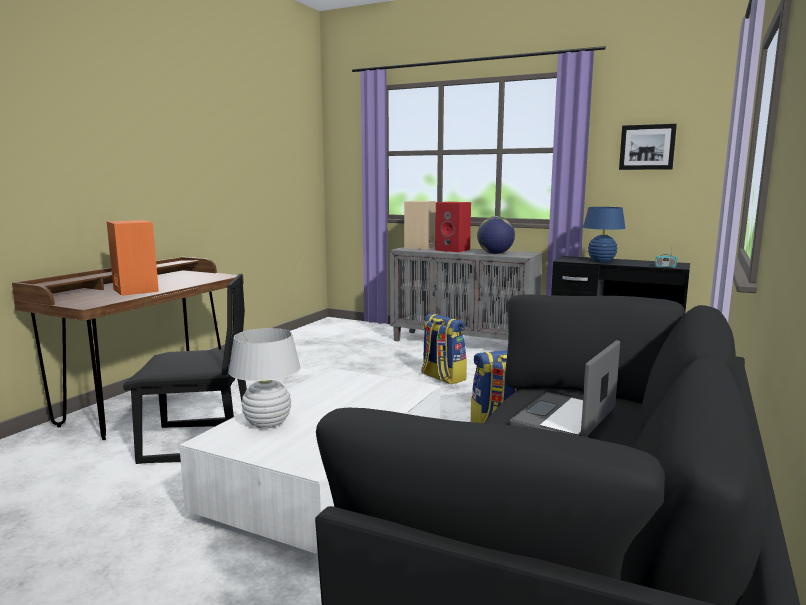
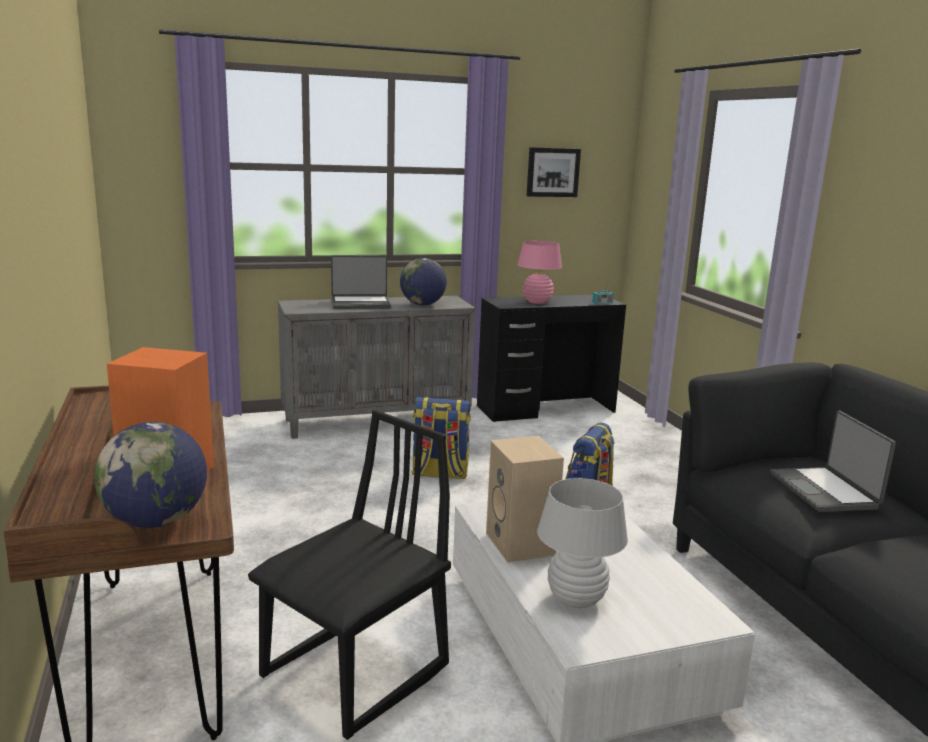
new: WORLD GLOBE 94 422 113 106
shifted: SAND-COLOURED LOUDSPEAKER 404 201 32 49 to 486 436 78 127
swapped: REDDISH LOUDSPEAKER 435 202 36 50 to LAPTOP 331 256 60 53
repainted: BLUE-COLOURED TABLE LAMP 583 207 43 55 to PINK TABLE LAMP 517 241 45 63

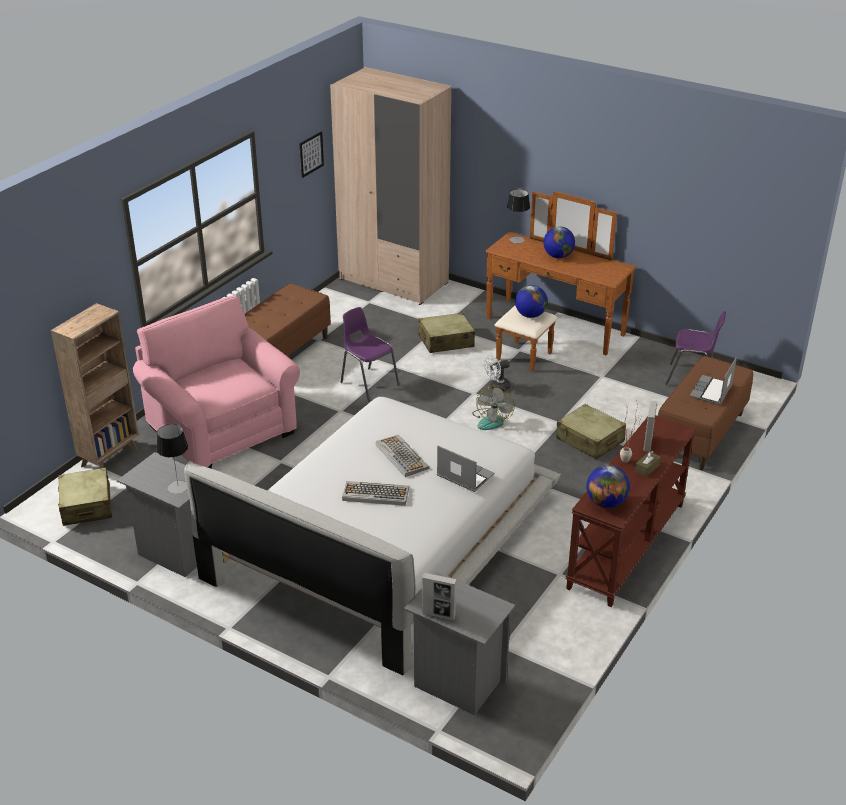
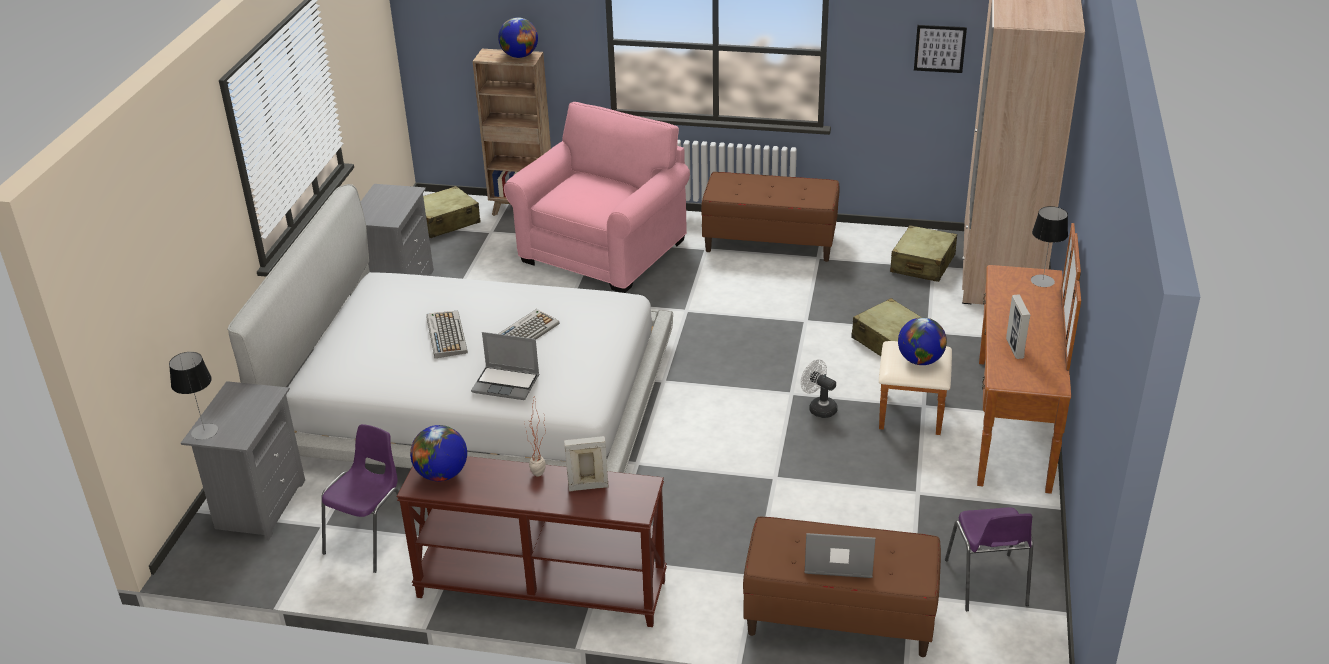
gone: ELECTRIC FAN 472 386 43 44; BROWN TISSUE HOLDER 635 451 26 26
shifted: WORLD GLOBE 543 226 32 32 to 498 17 40 41; PURPLE-COLOURED UPRIGHT CHAIR 341 307 59 94 to 321 424 79 149; SAND-COLOURED TRAVEL CASE 556 404 70 56 to 890 225 67 57; TABLE LAMP 157 424 31 70 to 169 352 49 88; PICTURE FRAME 422 573 35 48 to 1006 295 24 64
rotated: LAPTOP 437 446 57 46 = 471 332 68 68 90 degrees clockwise

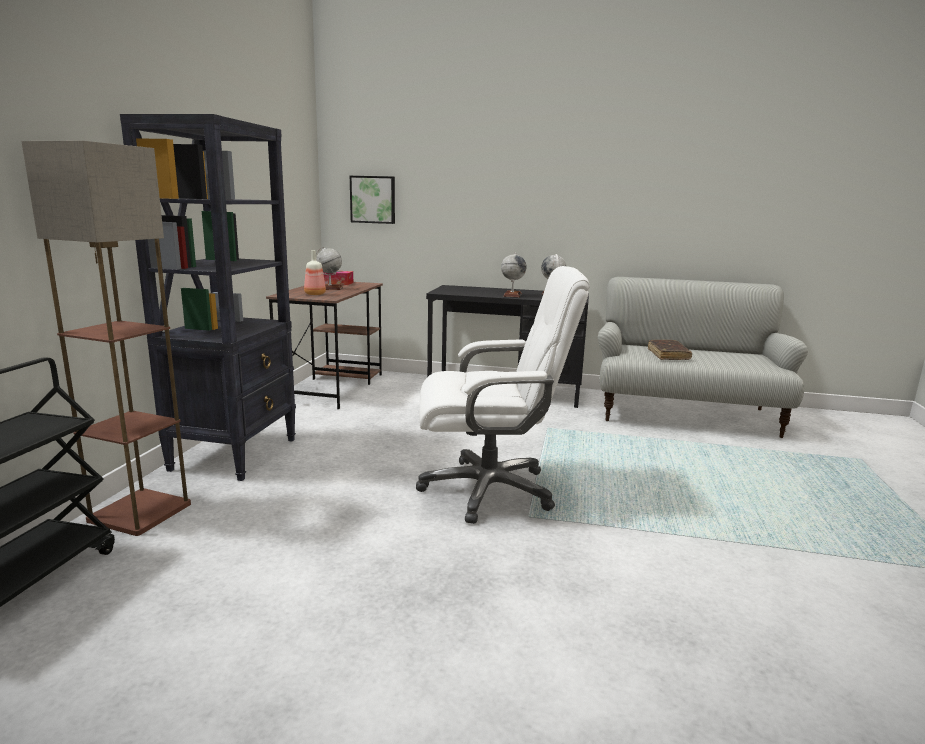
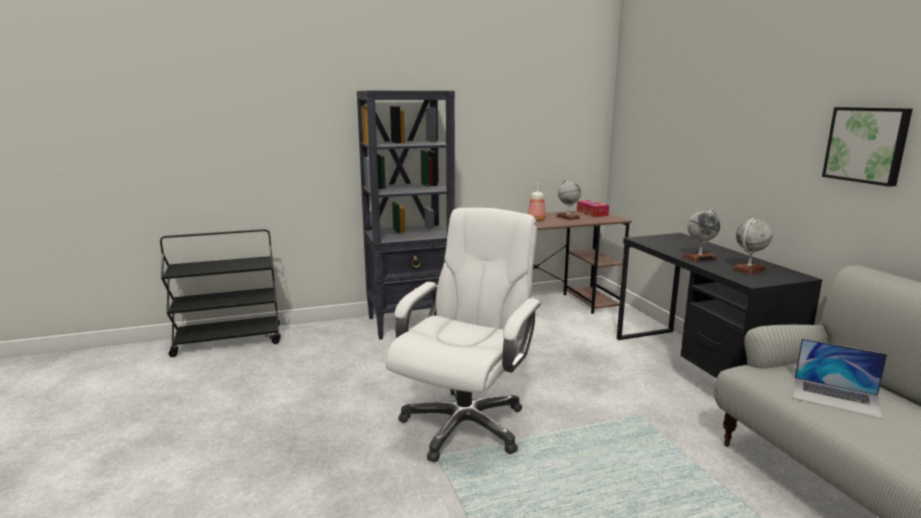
gone: STANDARD LAMP 21 141 170 395
shifted: PICTURE 350 176 45 48 to 822 107 91 80
swapped: BROWN VOLUME 648 340 44 20 to LAPTOP 793 339 94 80
rotated: WHITE DESK CHAIR 416 266 174 258 = 386 208 156 254 120 degrees counterclockwise

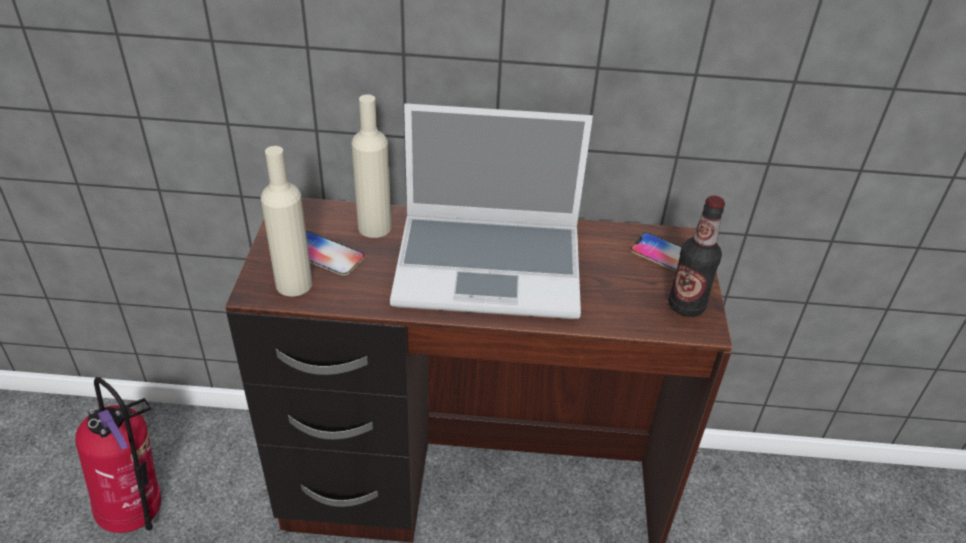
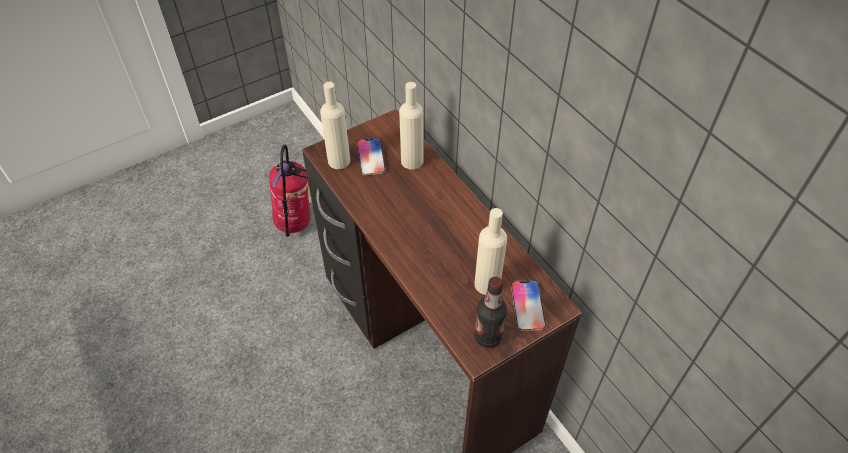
gone: LAPTOP 390 103 203 216
new: SAND-COLOURED BOTTLE 475 208 32 87

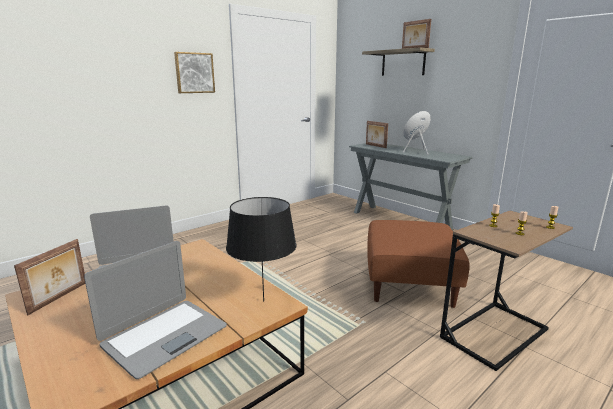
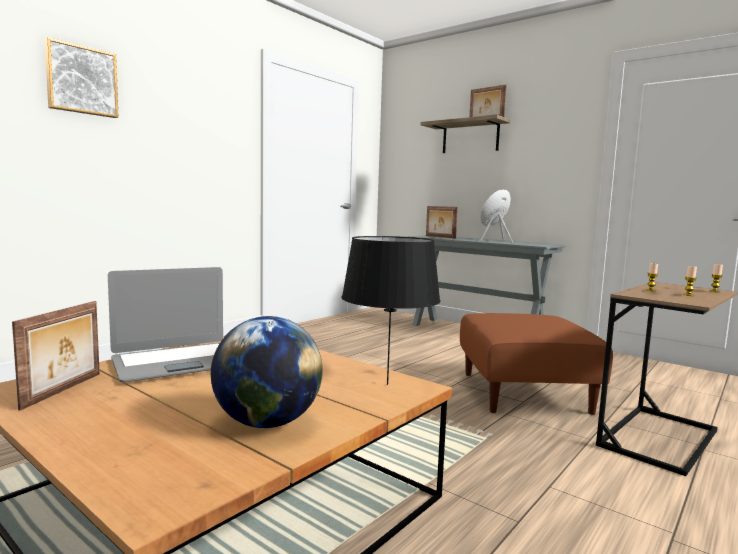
shifted: PICTURE 174 52 41 41 to 45 37 73 81
swapped: LAPTOP 84 241 143 138 to WORLD GLOBE 211 316 112 112

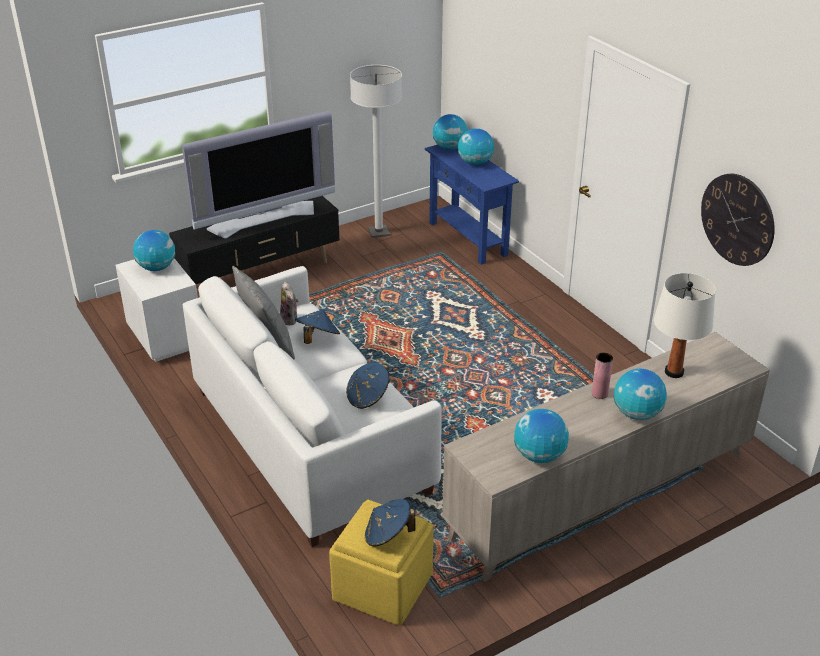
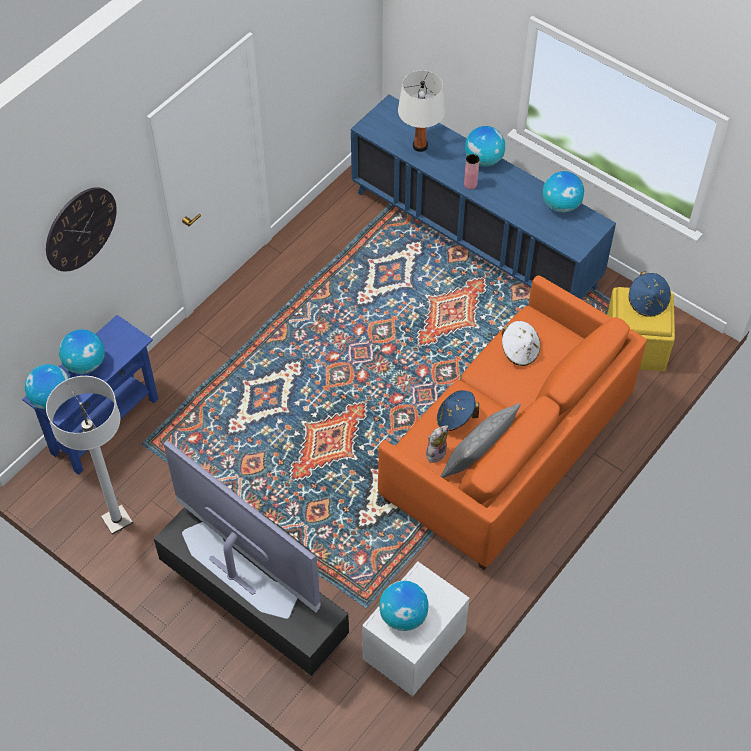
shifted: CLOCK ON THE WALL 701 174 74 92 to 46 187 71 85
repainted: WHITE SOFA 183 266 259 281 to ORANGEY SOFA 378 275 269 295; SAND-COLOURED STORAGE CABINET 442 332 327 250 to BLUE-COLOURED STORAGE CABINET 351 95 265 204; BLUE-COLOURED WEARABLE HAT 346 362 44 47 to WHITE WEARABLE HAT 502 321 38 45

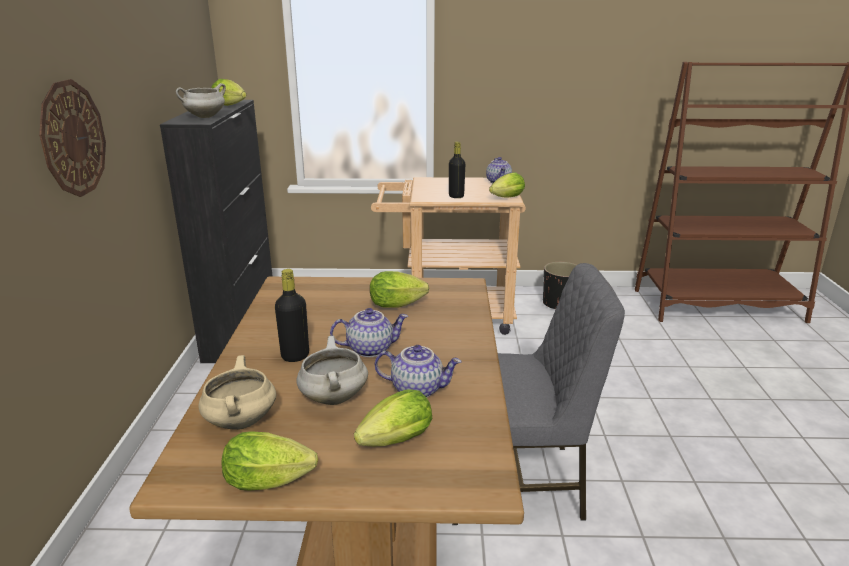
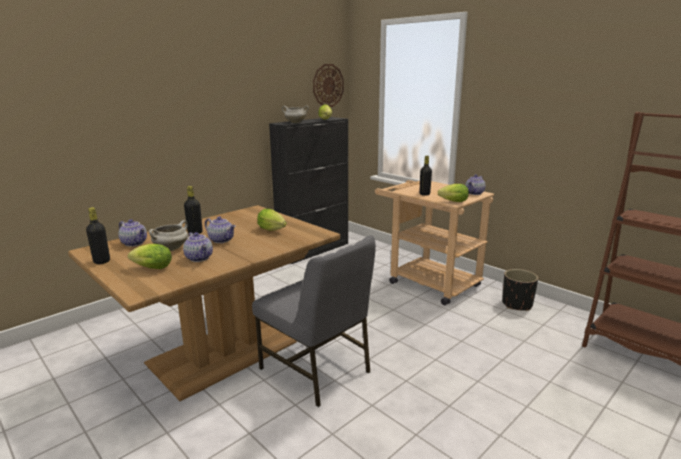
shifted: CLOCK ON THE WALL 39 79 67 118 to 313 64 31 43
swapped: SAND-COLOURED STOCKPOT 199 355 77 75 to TEA POT 118 219 29 28; LETTUCE HEAD 221 431 97 59 to BLACK BOTTLE 86 207 24 57

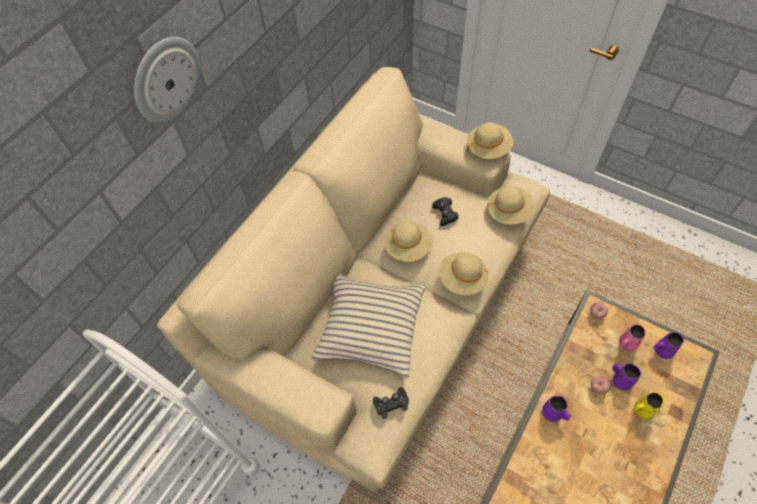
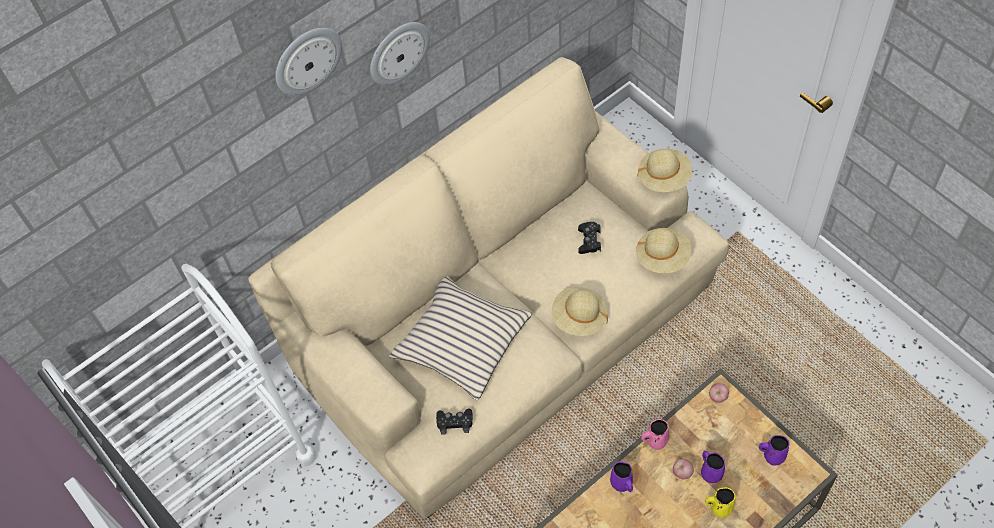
gone: SAND-COLOURED WEARABLE HAT 385 222 48 40
new: CLOCK ON THE WALL 370 22 60 63
shifted: PINK MUG 619 324 27 27 to 641 419 28 31

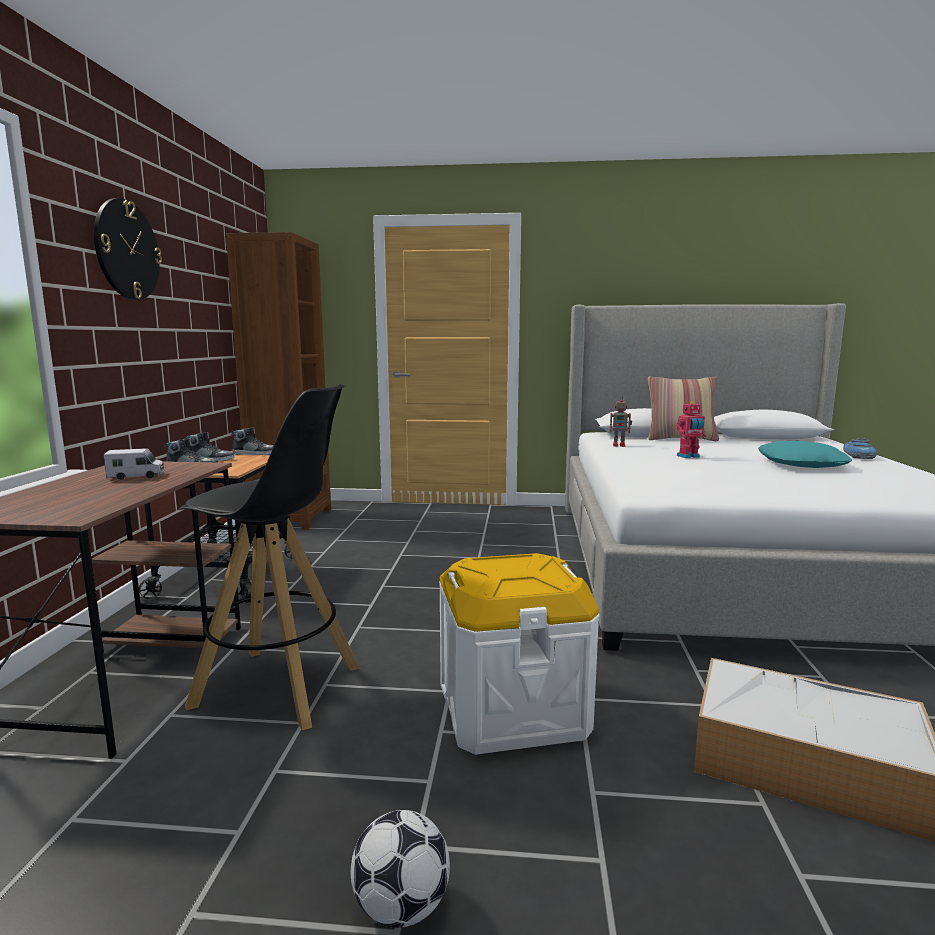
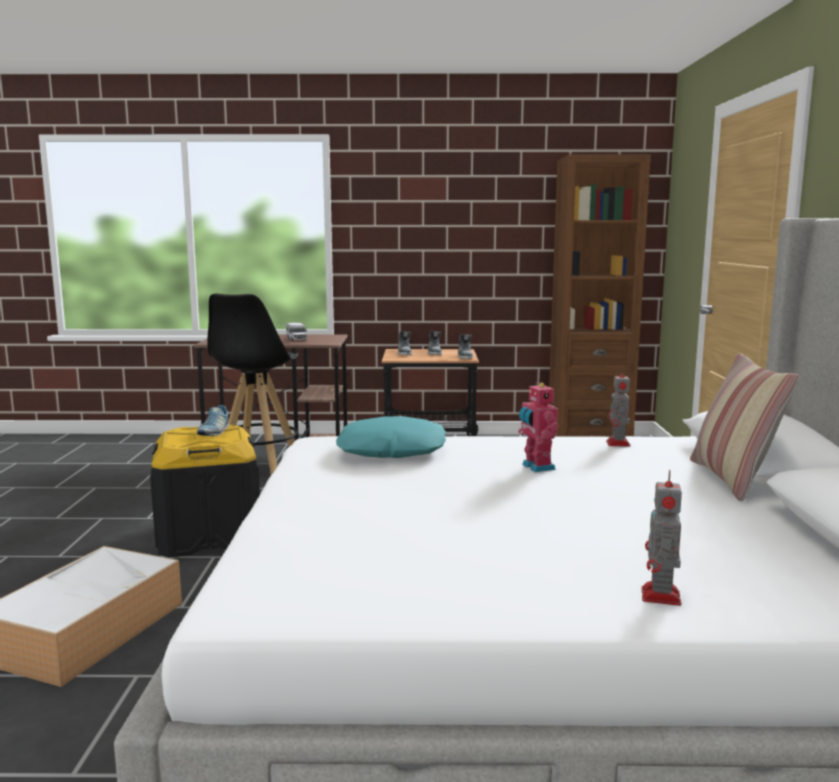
gone: CLOCK ON THE WALL 94 198 68 102; FOOTBALL BALL 351 810 99 118
new: LOW SHOE 197 405 32 31
shifted: TURQUOISE CUSHION 758 441 94 27 to 336 416 110 42
swapped: MODEL CAR 843 438 34 21 to ROBOT FIGURE 641 470 41 136
repainted: WHITE STORAGE BOX 439 553 161 202 to BLACK STORAGE BOX 150 425 110 132

